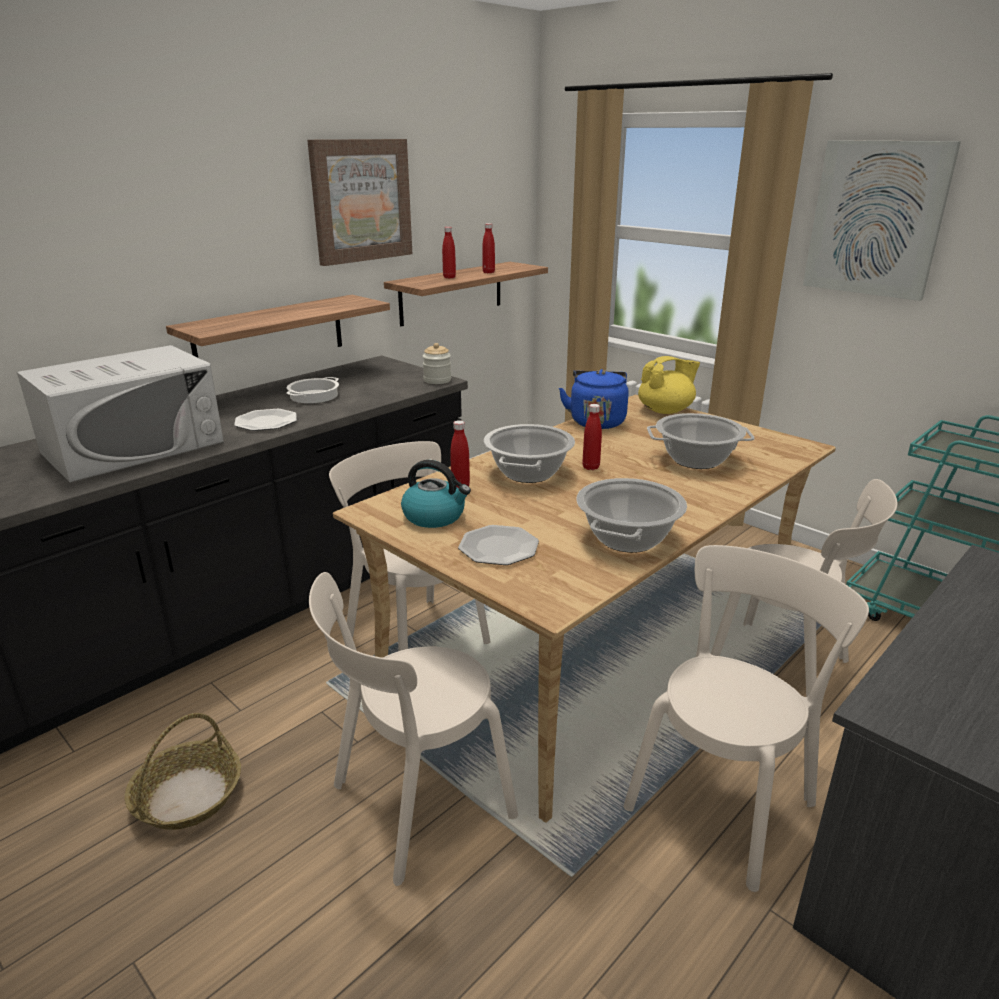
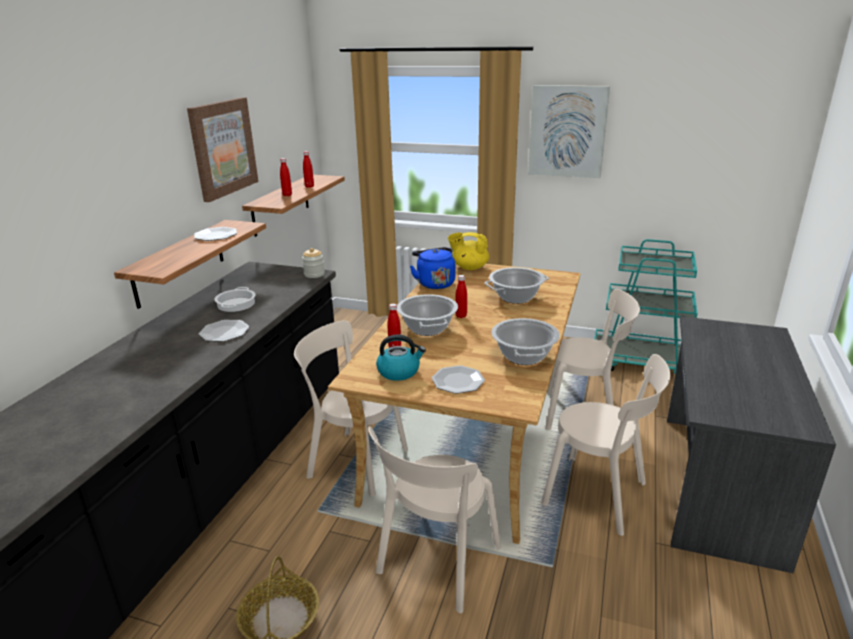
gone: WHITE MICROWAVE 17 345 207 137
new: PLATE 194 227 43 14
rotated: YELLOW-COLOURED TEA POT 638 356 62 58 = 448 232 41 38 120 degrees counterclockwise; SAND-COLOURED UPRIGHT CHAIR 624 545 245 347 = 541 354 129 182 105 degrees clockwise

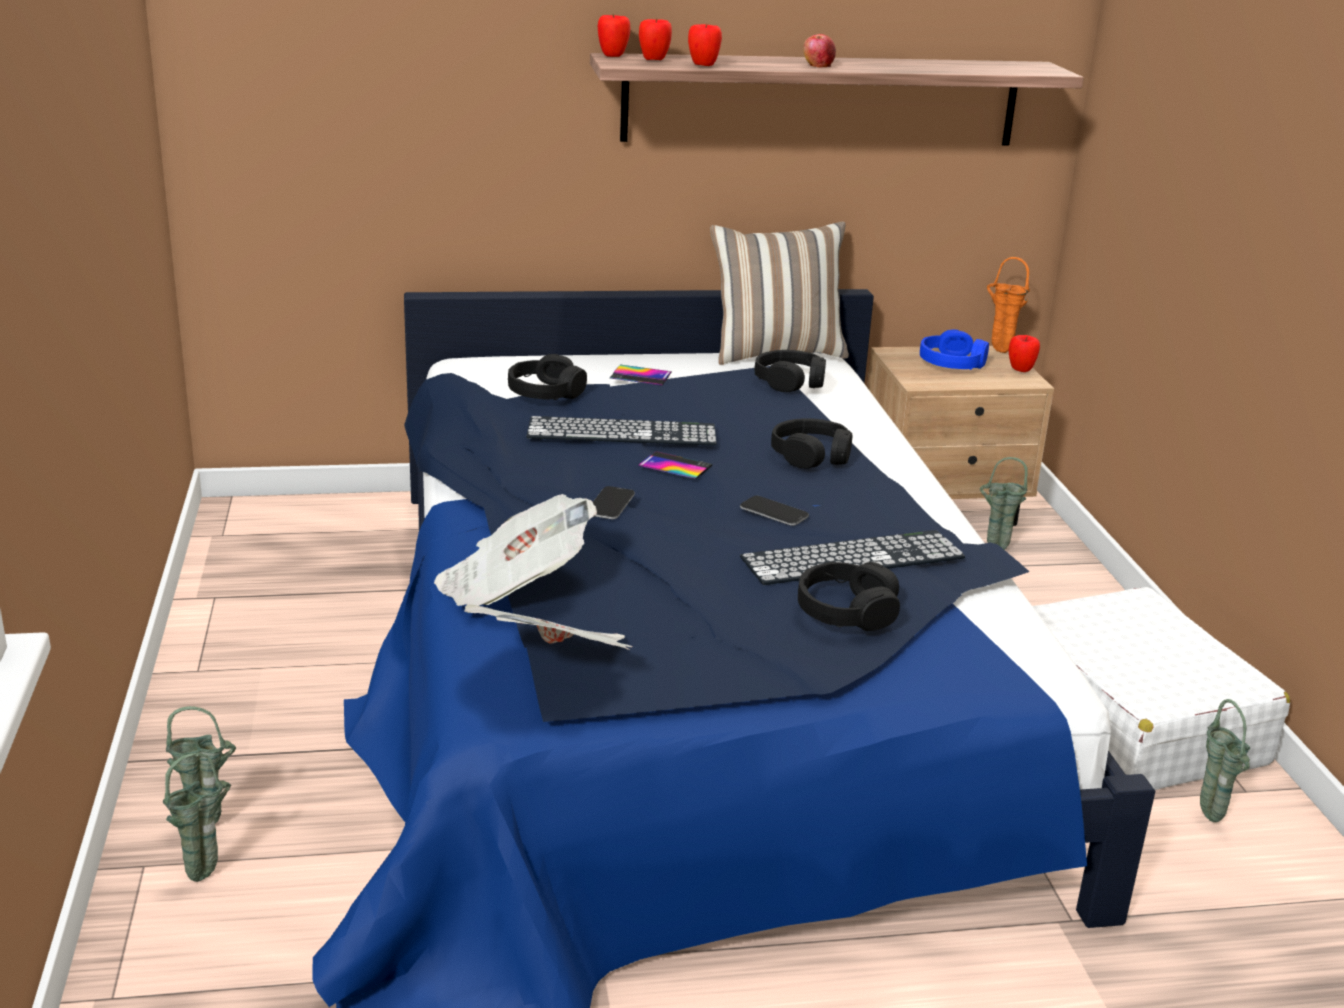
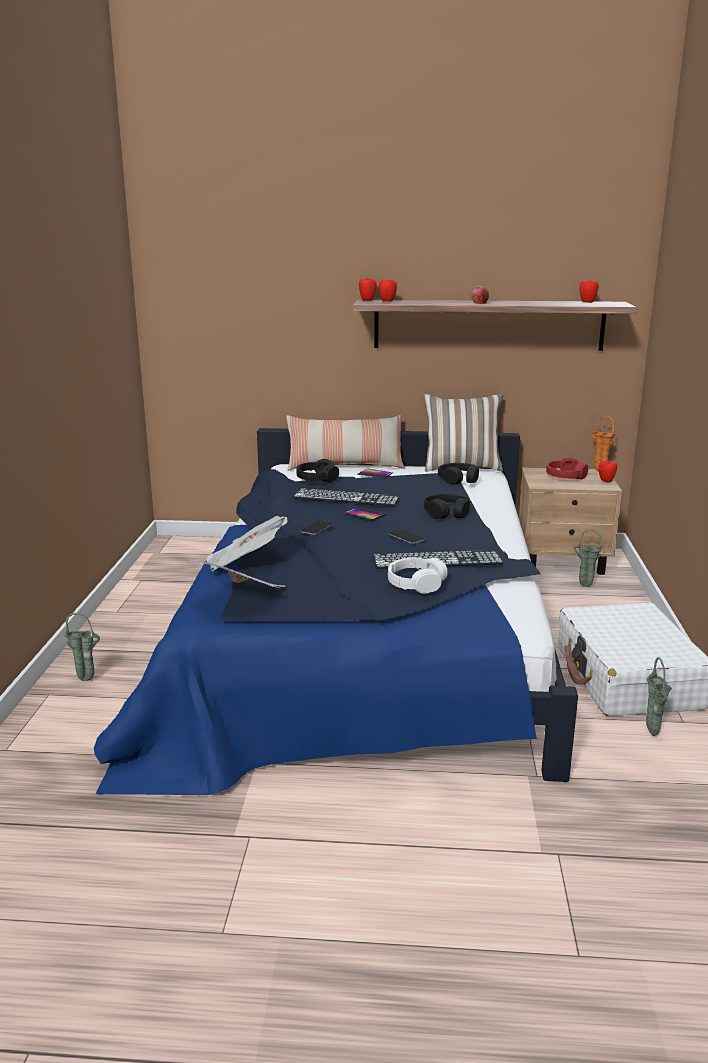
gone: GREEN-COLOURED DECORATIVE VASE 163 753 68 129
new: CUSHION 286 415 118 56
shifted: APPLE FRUIT 688 24 34 42 to 579 280 20 23
repainted: BLUE-COLOURED PAIR OF HEADPHONES 920 330 69 40 to REDDISH PAIR OF HEADPHONES 546 458 42 22; BLACK PAIR OF HEADPHONES 798 562 102 69 to WHITE PAIR OF HEADPHONES 388 557 60 37

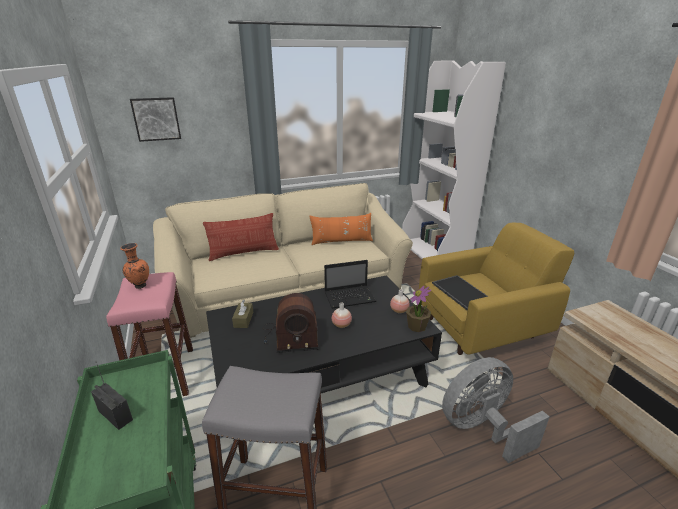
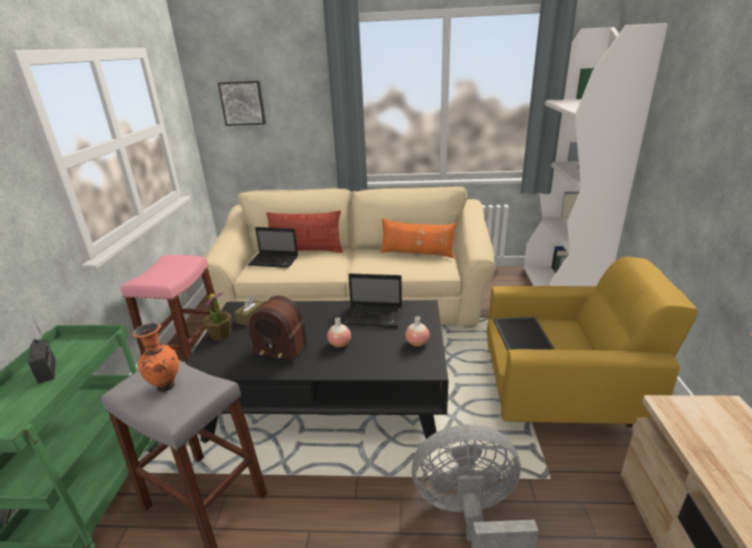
new: LAPTOP 248 227 50 41
shifted: ORANGEY DECORATIVE VASE 120 243 29 46 to 133 323 46 69; POTTED PLANT 406 286 25 46 to 203 291 29 50

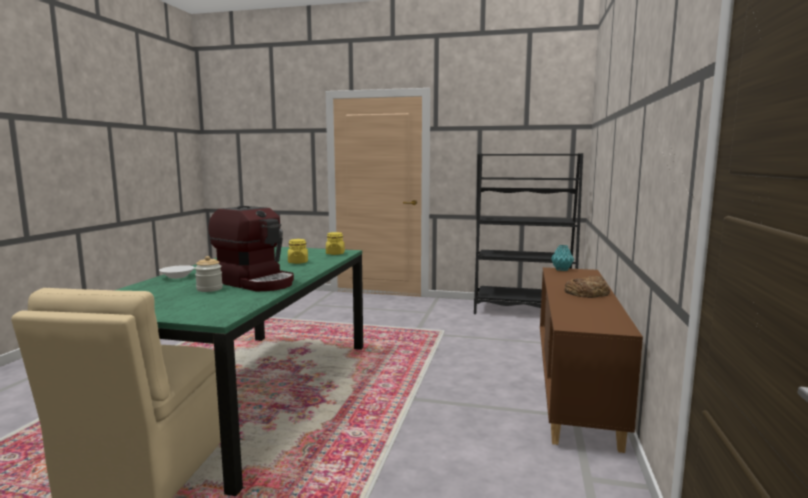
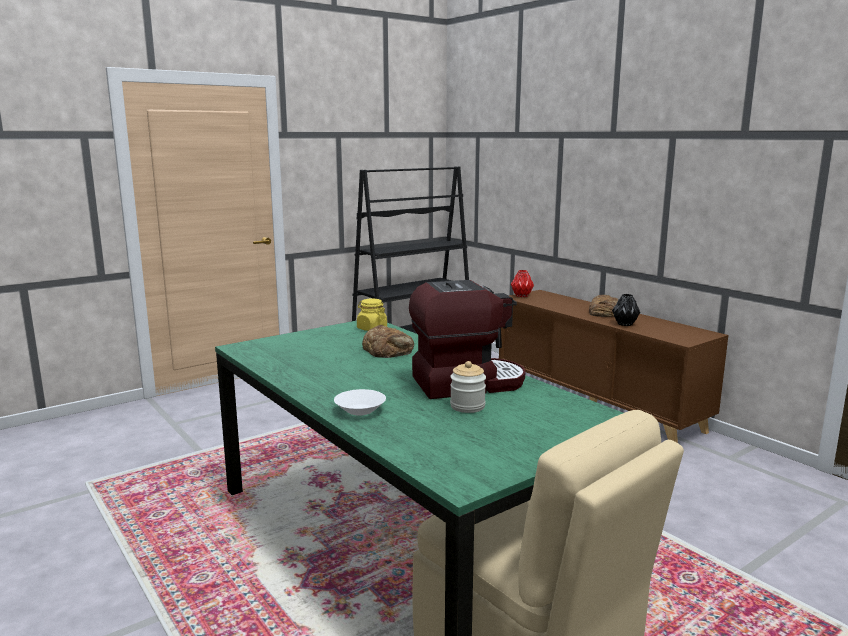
new: BLACK DECORATIVE VASE 612 294 28 32
swapped: YELLOW-COLOURED JAR 288 239 20 25 to BAKERY BREAD 362 325 52 33
repainted: TURQUOISE DECORATIVE VASE 551 245 23 26 to REDDISH DECORATIVE VASE 511 270 23 27

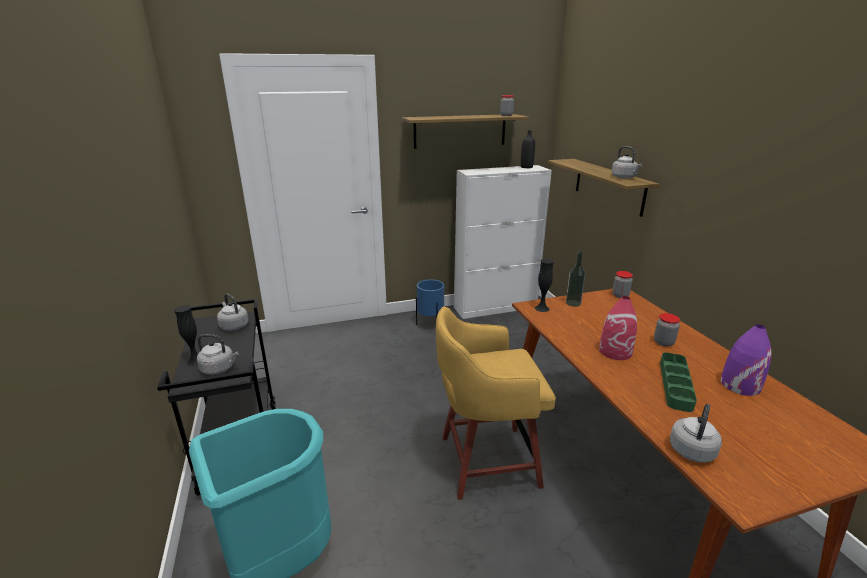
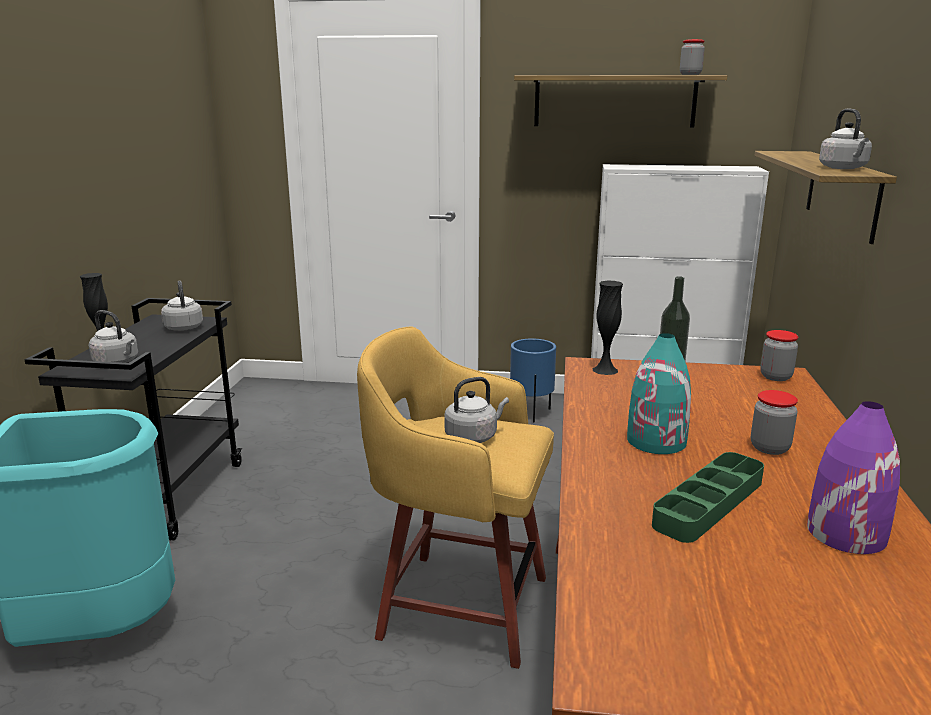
gone: BLACK BOTTLE 521 130 14 38
shifted: GREYISH KETTLE 670 404 52 59 to 444 377 65 66
repainted: REDDISH DECORATIVE VASE 599 296 38 64 to TURQUOISE DECORATIVE VASE 627 333 64 121

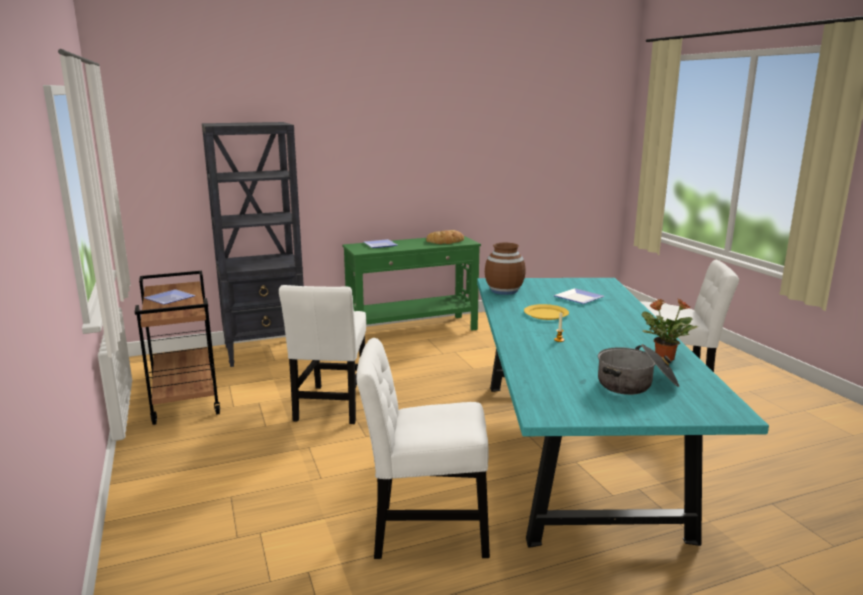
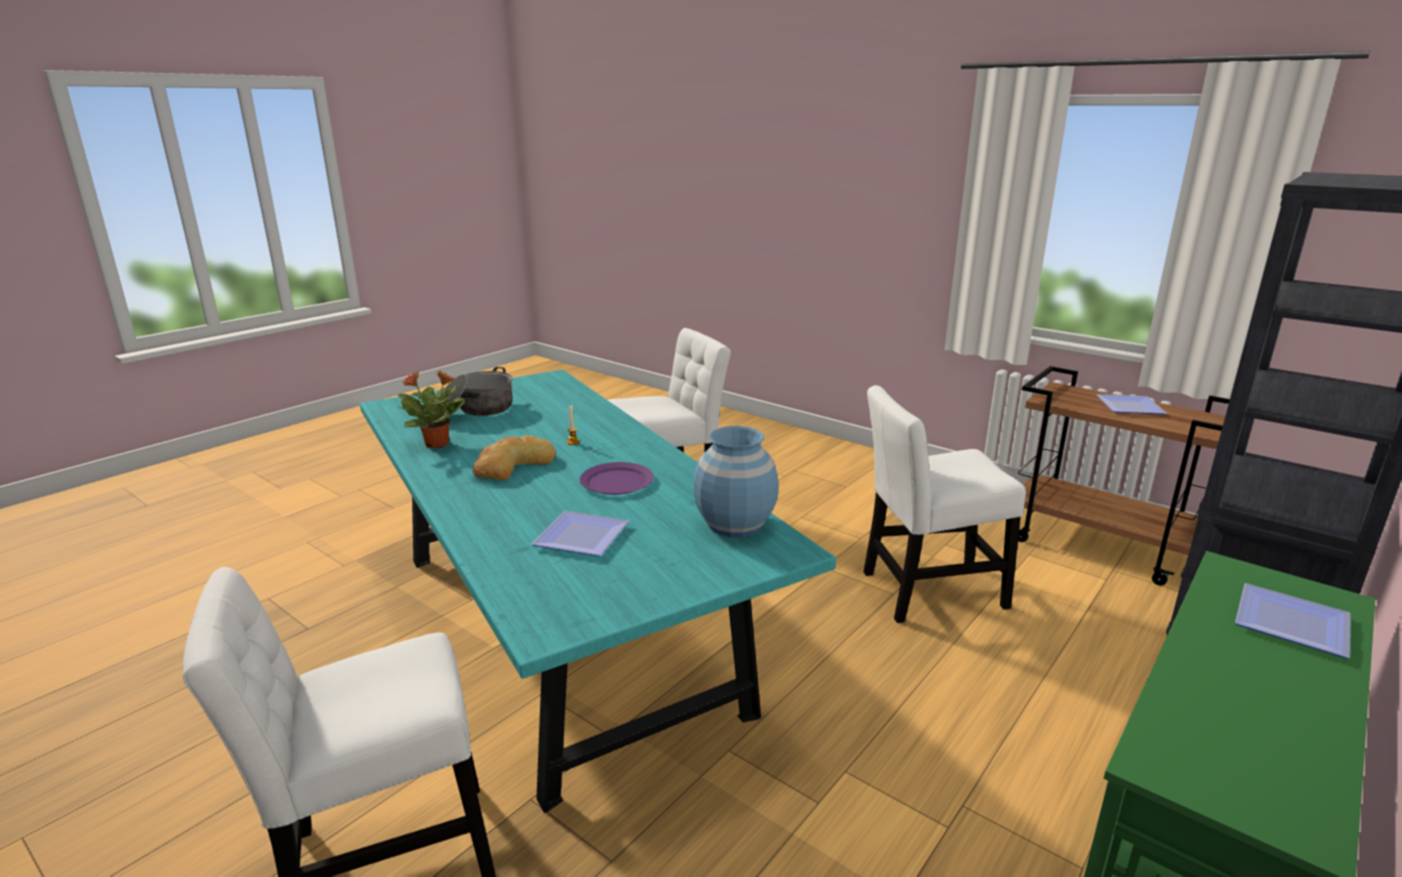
shifted: BAKERY BREAD 426 230 38 14 to 473 435 83 45
repainted: BROWN DECORATIVE VASE 485 243 41 52 to BLUE-COLOURED DECORATIVE VASE 694 426 85 112; YELLOW-COLOURED PLATE 524 304 45 16 to PURPLE-COLOURED PLATE 580 462 74 33
rotated: WHITE UPRIGHT CHAIR 279 285 87 139 = 864 385 162 238 75 degrees counterclockwise

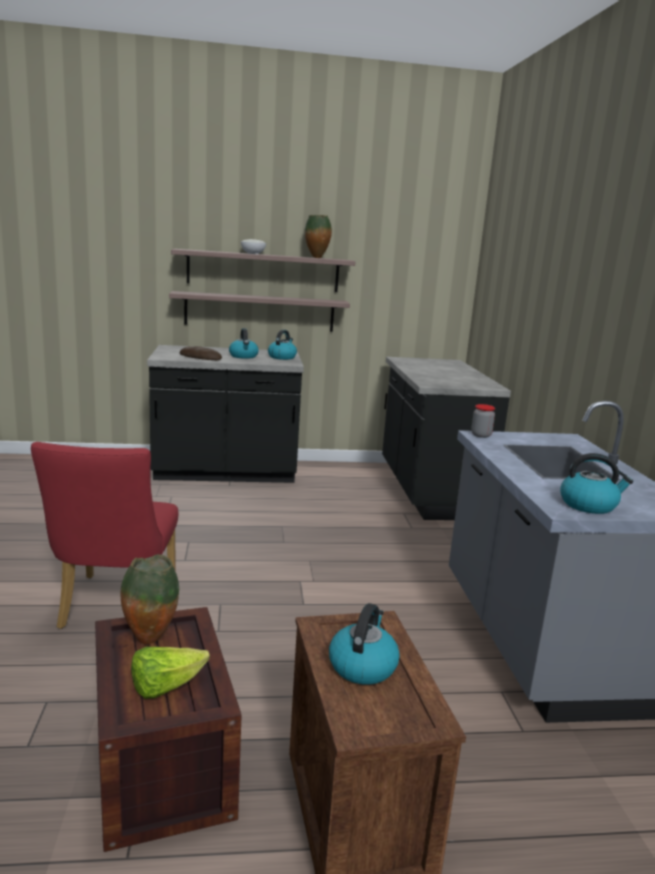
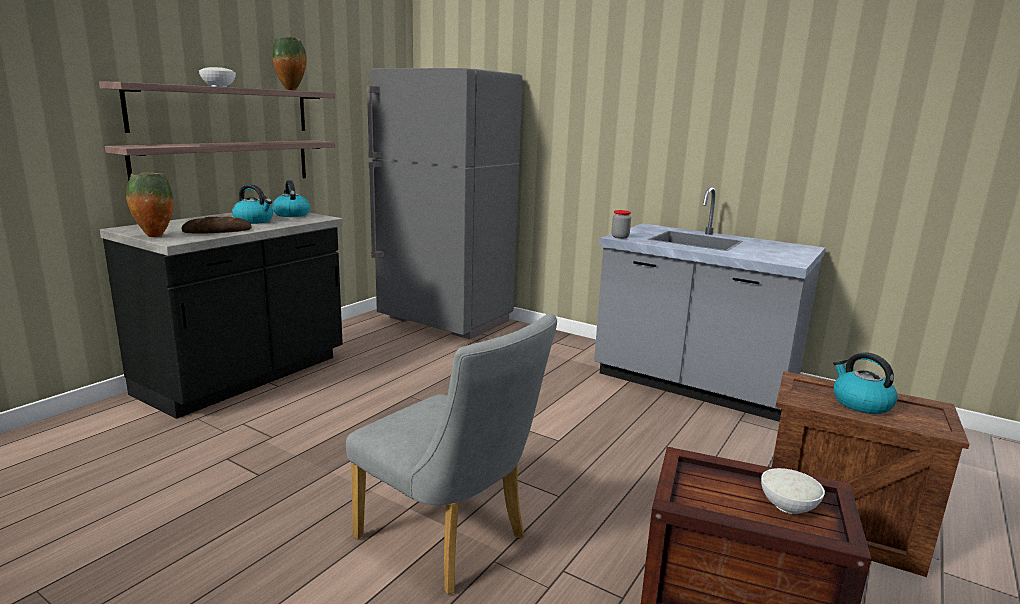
gone: KETTLE 560 453 73 61
shifted: DECORATIVE VASE 121 554 58 90 to 126 172 47 65
swapped: BLACK COUNTER 382 357 129 163 to GREYISH KITCHEN FRIDGE 366 68 157 271; LETTUCE HEAD 131 647 79 52 to WHITE BOWL 761 468 64 46
repainted: REDDISH UPRIGHT CHAIR 31 442 147 187 to GREYISH UPRIGHT CHAIR 346 314 211 281

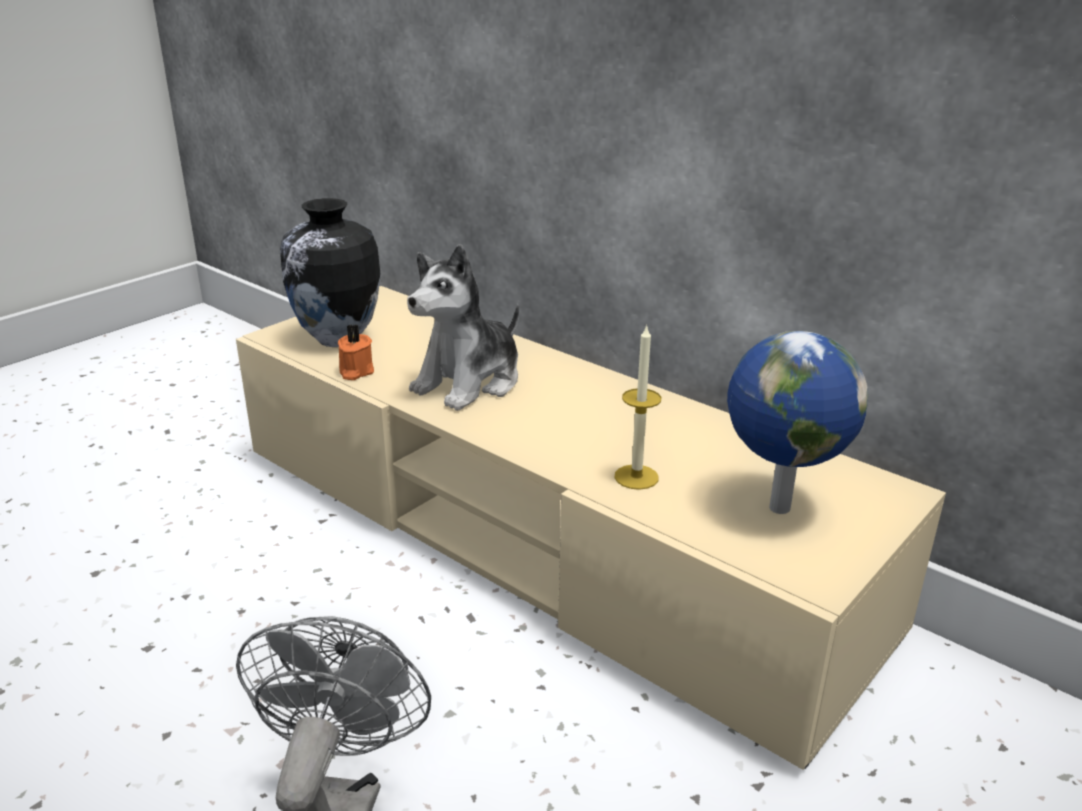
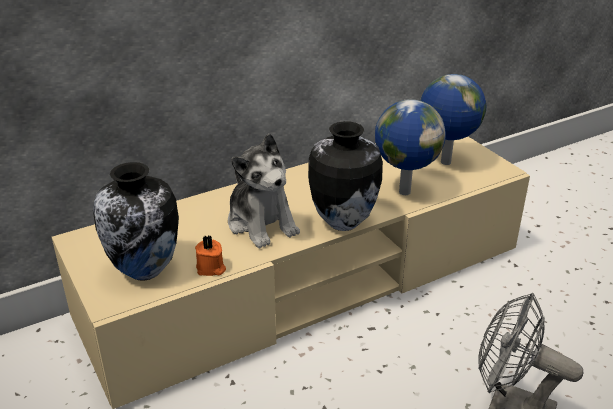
new: DECORATIVE VASE 308 121 75 110
swapped: WAX LIGHT 614 324 47 166 to WORLD GLOBE 375 99 71 96

